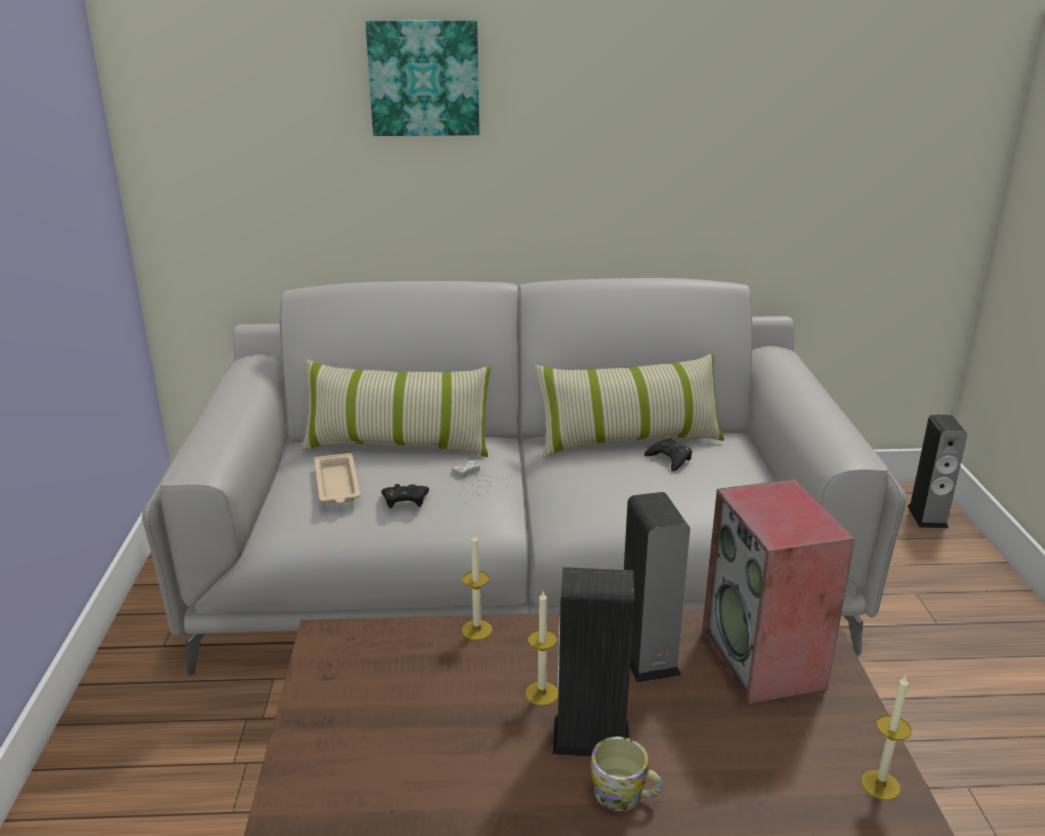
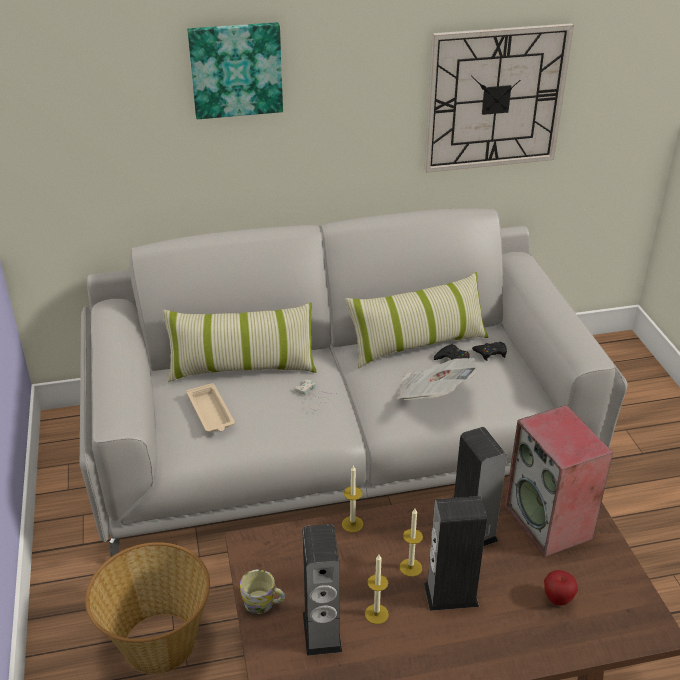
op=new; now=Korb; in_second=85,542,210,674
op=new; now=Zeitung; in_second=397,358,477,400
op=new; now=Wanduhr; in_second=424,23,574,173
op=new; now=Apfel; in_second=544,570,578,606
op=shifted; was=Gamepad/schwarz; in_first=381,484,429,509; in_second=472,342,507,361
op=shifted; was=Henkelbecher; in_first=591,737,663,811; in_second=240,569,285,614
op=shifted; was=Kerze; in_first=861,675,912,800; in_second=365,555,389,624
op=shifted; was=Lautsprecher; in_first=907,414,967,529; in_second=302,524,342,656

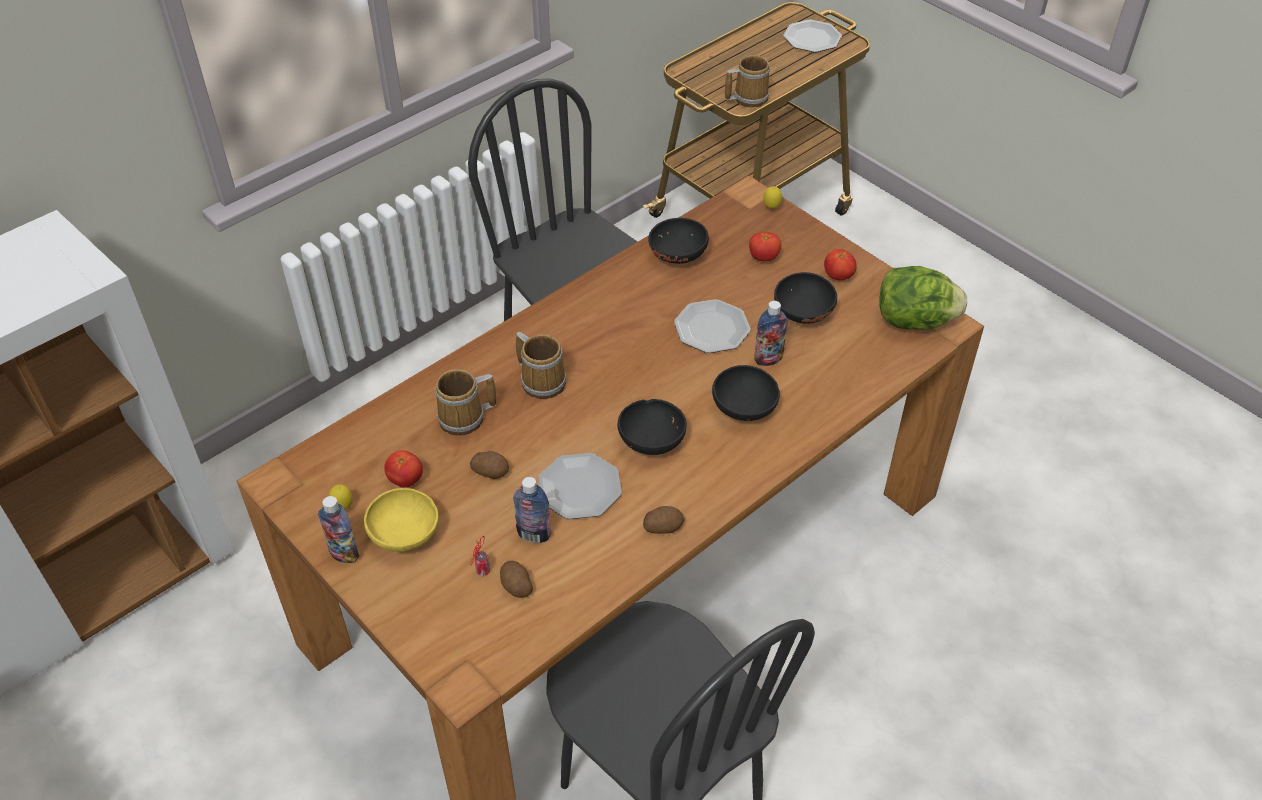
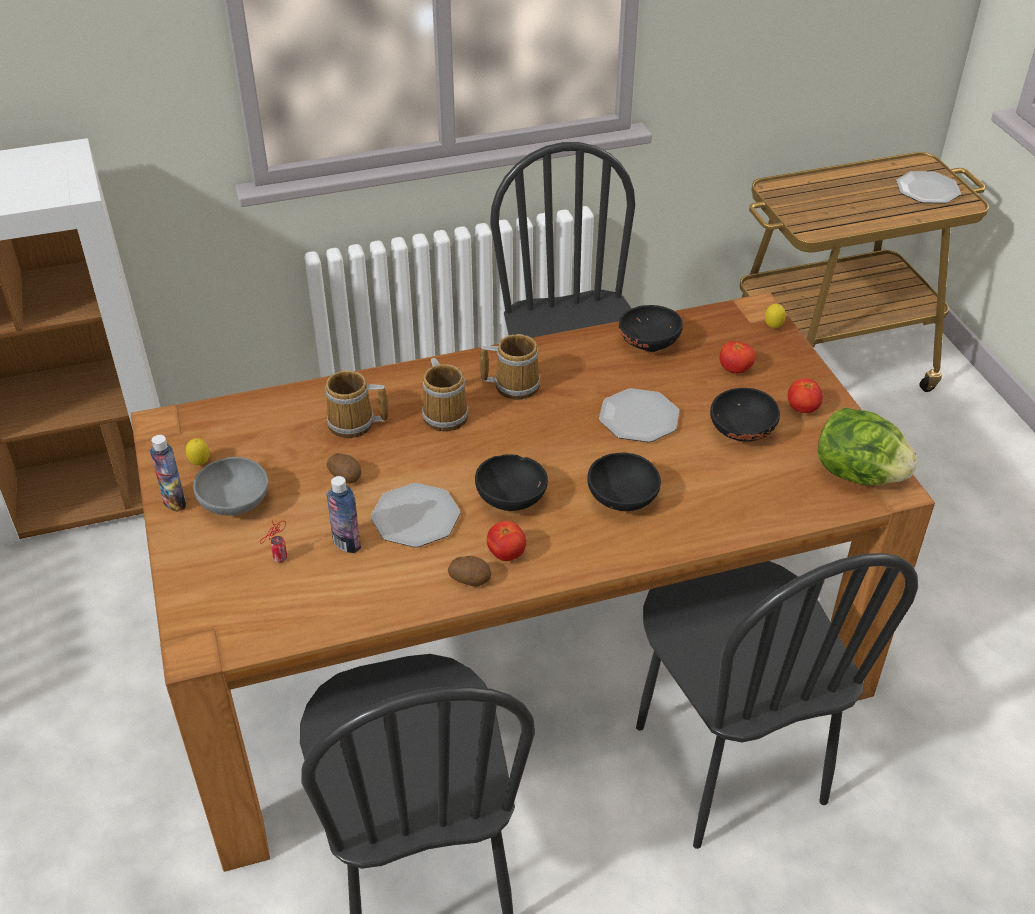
op=gone; was=Kartoffel; in_first=500,561,533,598
op=gone; was=Flasche; in_first=754,301,788,366
op=new; now=Stuhl/schwarz; in_second=636,553,918,849
op=shifted; was=Tomate; in_first=384,450,423,487; in_second=487,521,526,561
op=shifted; was=Henkelbecher; in_first=725,55,770,107; in_second=480,334,540,400
op=repainted; was=Schüssel/gelb; now=Schüssel/grau; in_first=364,488,439,552; in_second=193,457,268,516

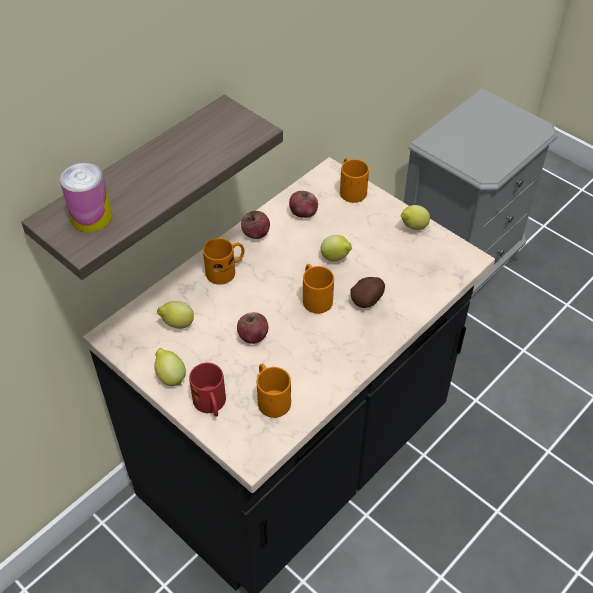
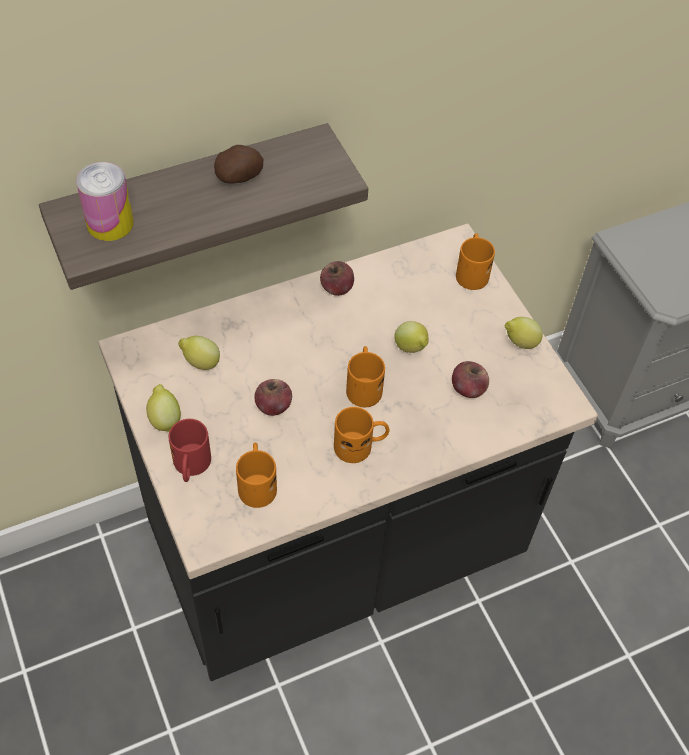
op=shifted; was=Henkelbecher/orange; in_first=203,238,245,285; in_second=334,407,389,463
op=shifted; was=Apfel; in_first=289,191,318,218; in_second=452,361,489,398
op=shifted; was=Kartoffel; in_first=350,277,385,308; in_second=214,145,263,183

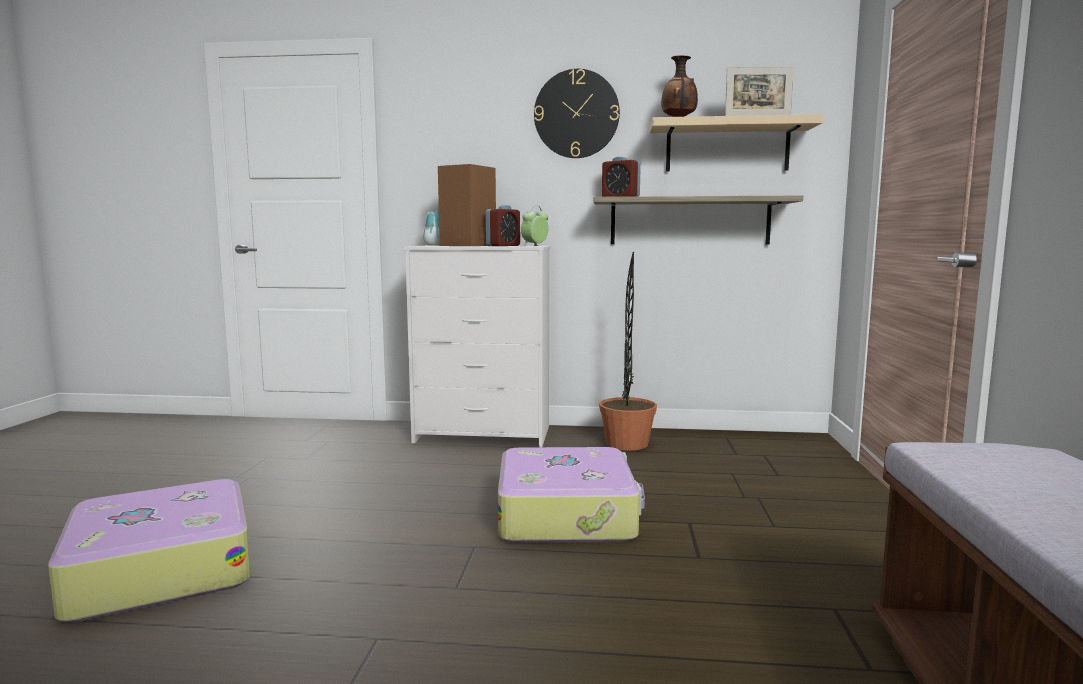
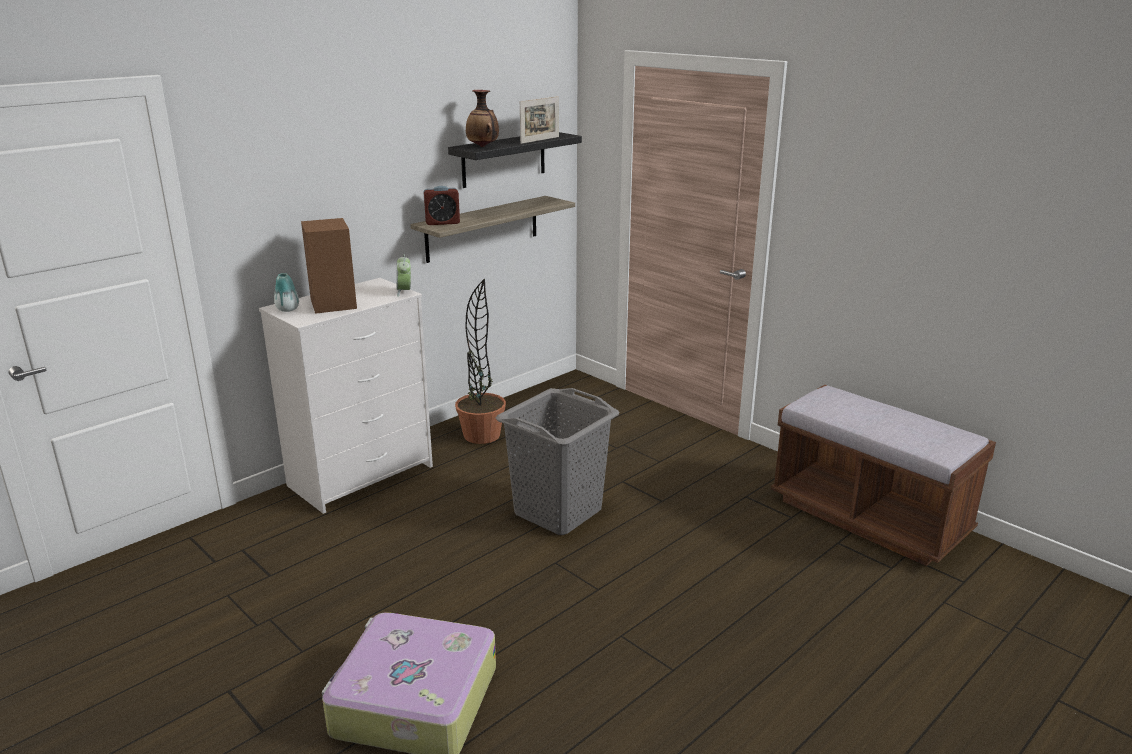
op=gone; was=Wecker; in_first=485,205,520,246
op=gone; was=Wanduhr; in_first=534,69,620,158
op=swapped; was=Koffer; now=Wäschekorb/grau; in_first=498,447,645,543; in_second=496,388,619,535
op=repainted; was=Wandregal/beige; now=Wandregal/schwarz; in_first=650,114,823,172; in_second=448,132,582,188

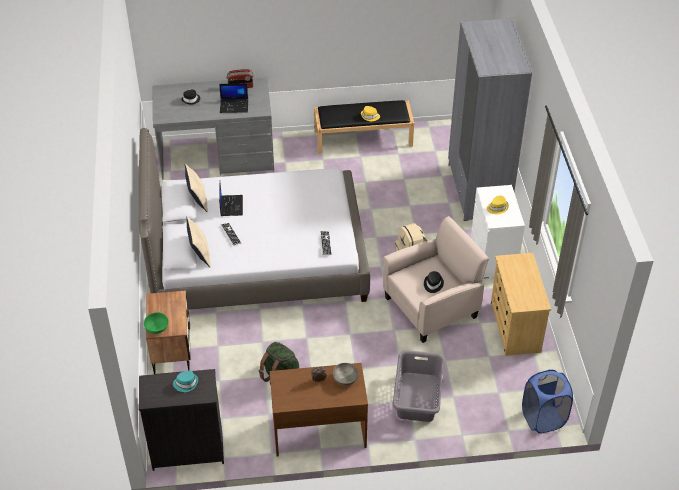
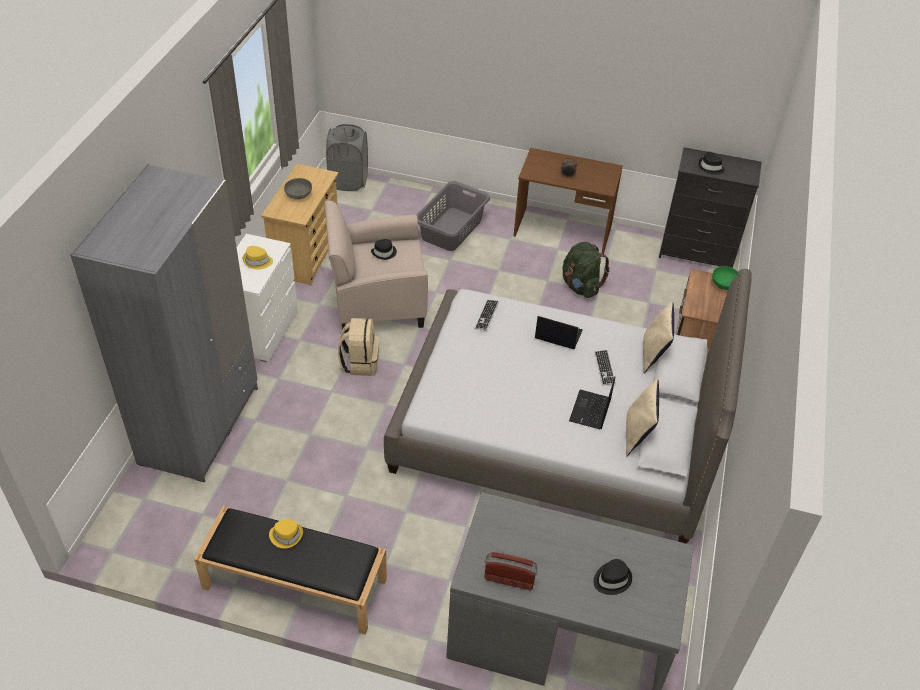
op=shifted; was=Laptop; in_first=219,83,248,113; in_second=535,316,583,349
op=shifted; was=Schüssel/grau; in_first=333,363,359,386; in_second=284,178,312,199
op=repainted; was=Hut/türkis; now=Hut/schwarz; in_first=173,370,198,392; in_second=699,152,725,175
op=repainted; was=Wäschekorb/blau; now=Wäschekorb/grau; in_first=522,370,573,433; in_second=326,124,368,191

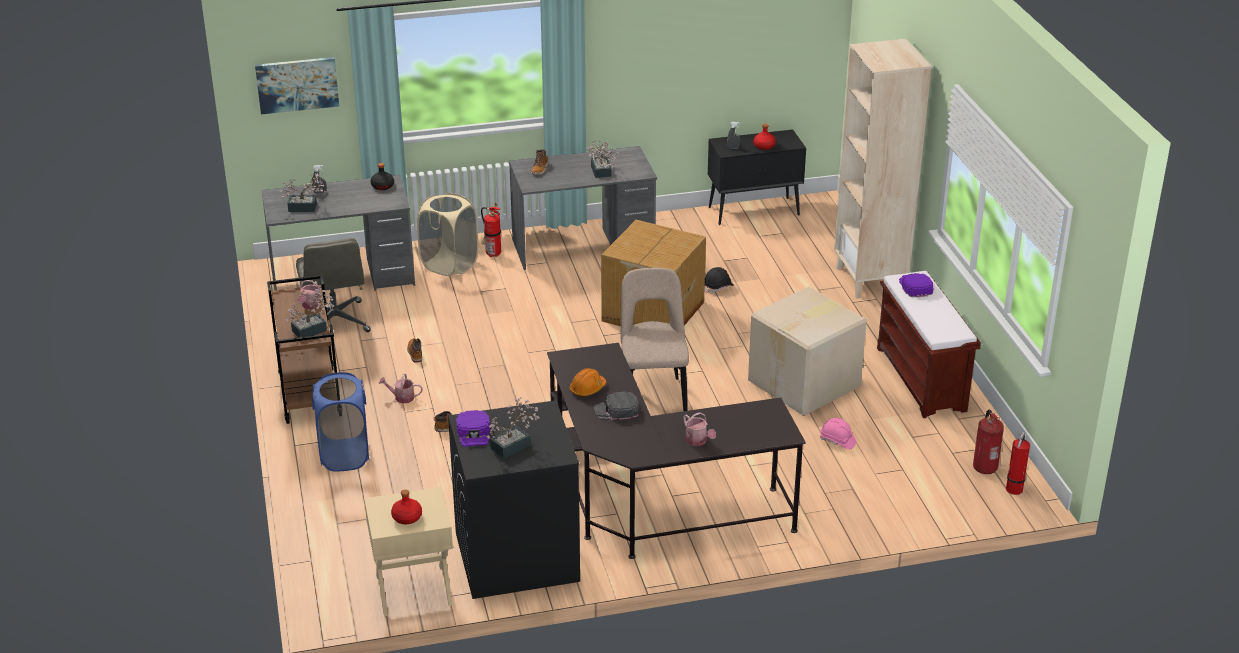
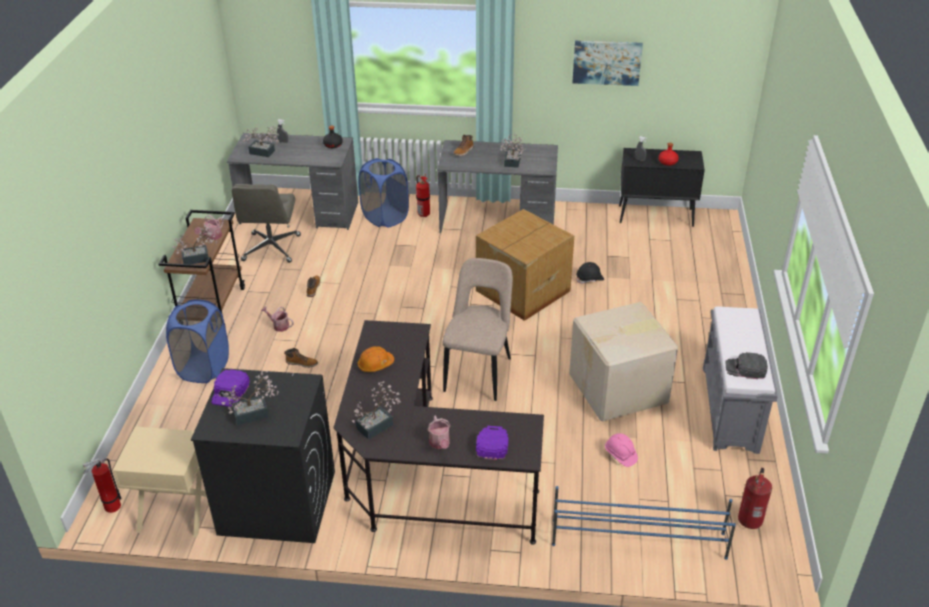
op=gone; was=Flasche/rot; in_first=391,490,422,524
op=gone; was=Bücherregal/beige; in_first=834,39,932,299
op=new; now=Topfpflanze; in_second=352,381,401,440
op=new; now=Schuhregal/blau; in_second=552,486,736,560
op=shifted; was=Bild; in_first=255,57,339,114; in_second=572,41,643,86
op=shifted; was=Kappe/schwarz; in_first=593,392,639,420; in_second=725,352,768,379
op=shifted; was=Kappe/lila; in_first=899,273,934,297; in_second=476,426,509,460
op=shifted; was=Feuerlöscher; in_first=1006,432,1030,495; in_second=83,458,121,513
op=repainted; was=Wäschekorb/beige; now=Wäschekorb/blau; in_first=417,193,478,276; in_second=358,158,409,227
op=repainted; was=Bank/braun; now=Bank/grau; in_first=877,271,981,418; in_second=703,306,778,454

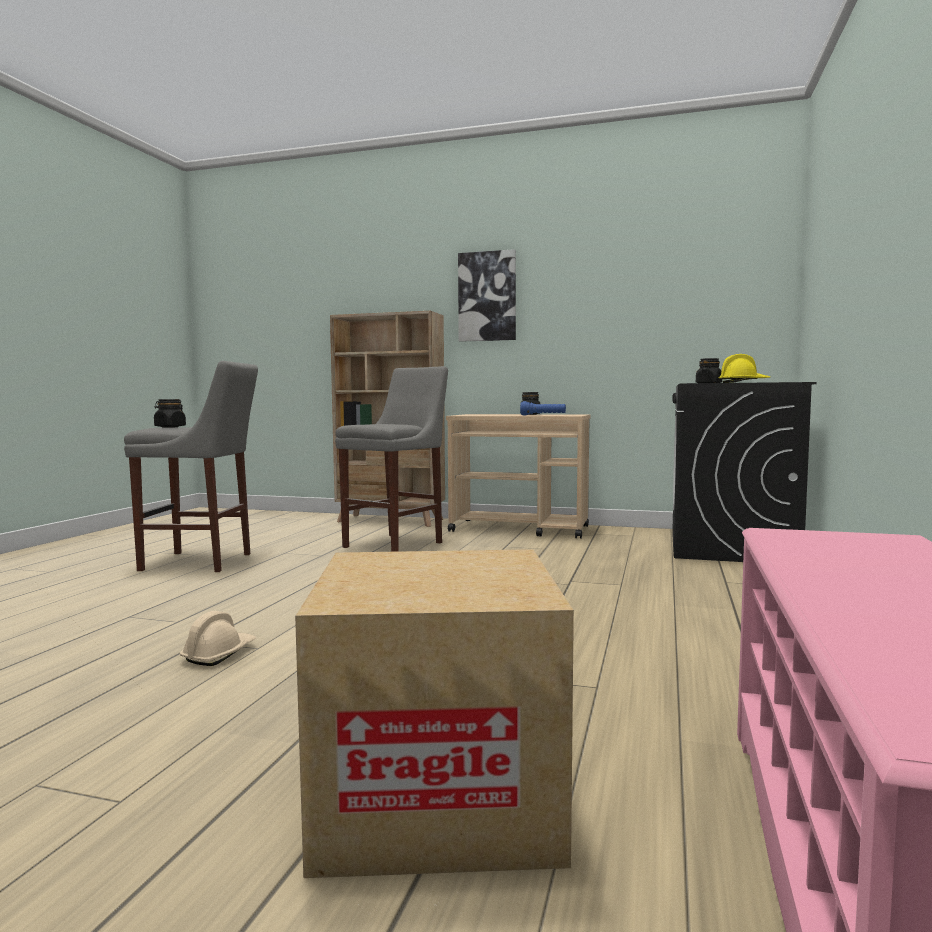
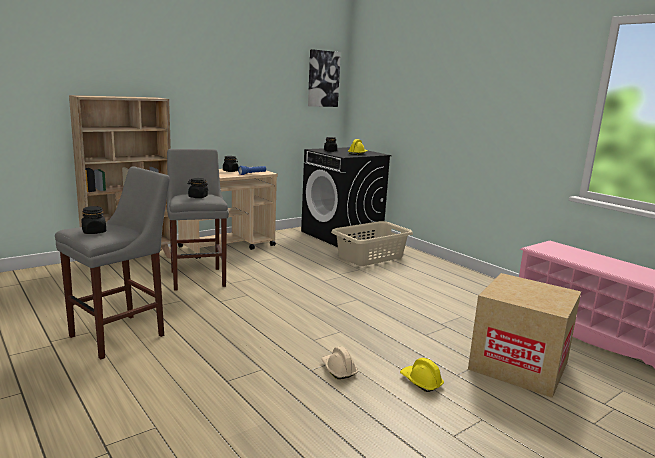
op=new; now=Vorratsglas/schwarz; in_second=187,178,208,198
op=new; now=Wäschekorb/beige; in_second=331,221,413,266
op=new; now=Schutzhelm/gelb; in_second=400,358,444,392
op=shifted; was=Bild; in_first=458,249,516,342; in_second=308,49,341,107

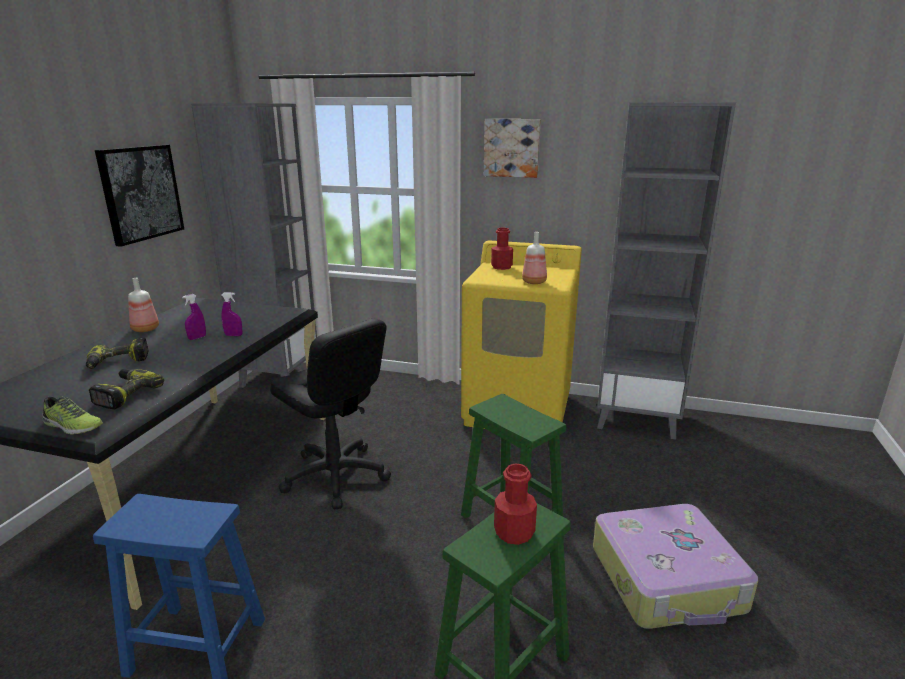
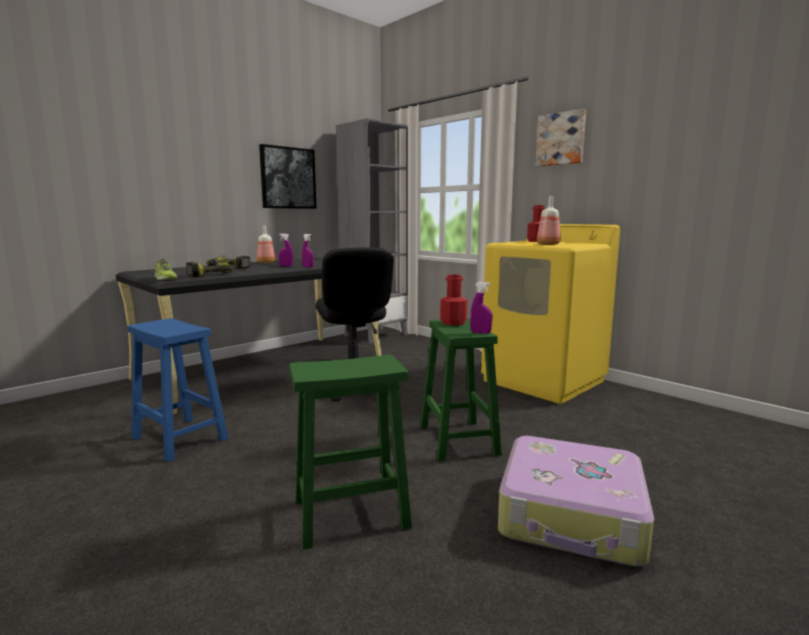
op=gone; was=Bücherregal/grau; in_first=597,102,736,440
op=new; now=Sprühflasche/lila; in_second=470,282,492,334
op=shifted; was=Flasche/rot; in_first=494,464,537,545; in_second=440,274,467,325

